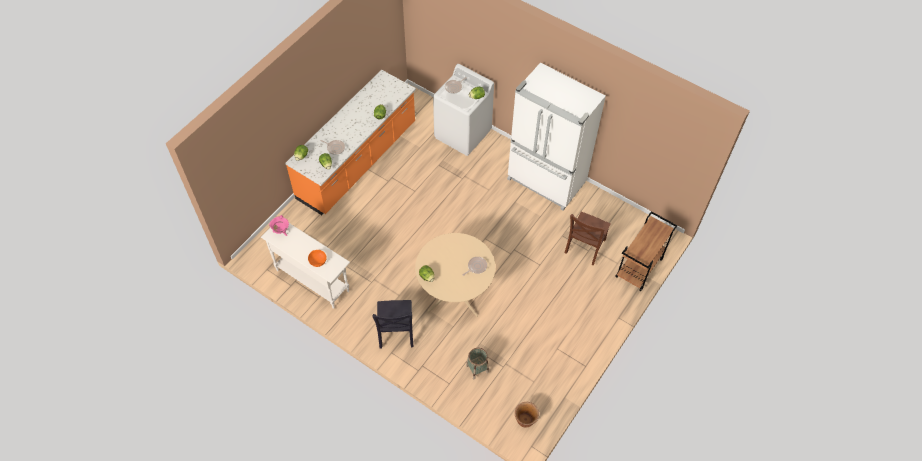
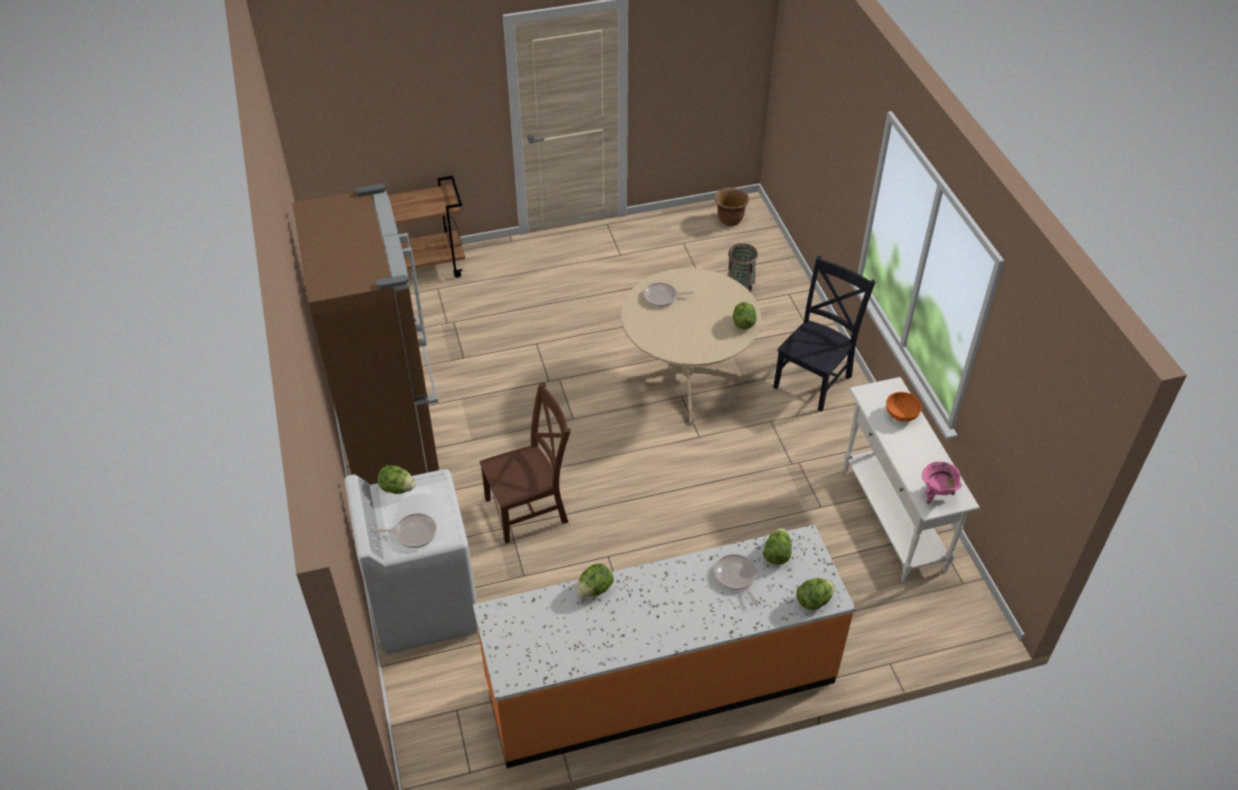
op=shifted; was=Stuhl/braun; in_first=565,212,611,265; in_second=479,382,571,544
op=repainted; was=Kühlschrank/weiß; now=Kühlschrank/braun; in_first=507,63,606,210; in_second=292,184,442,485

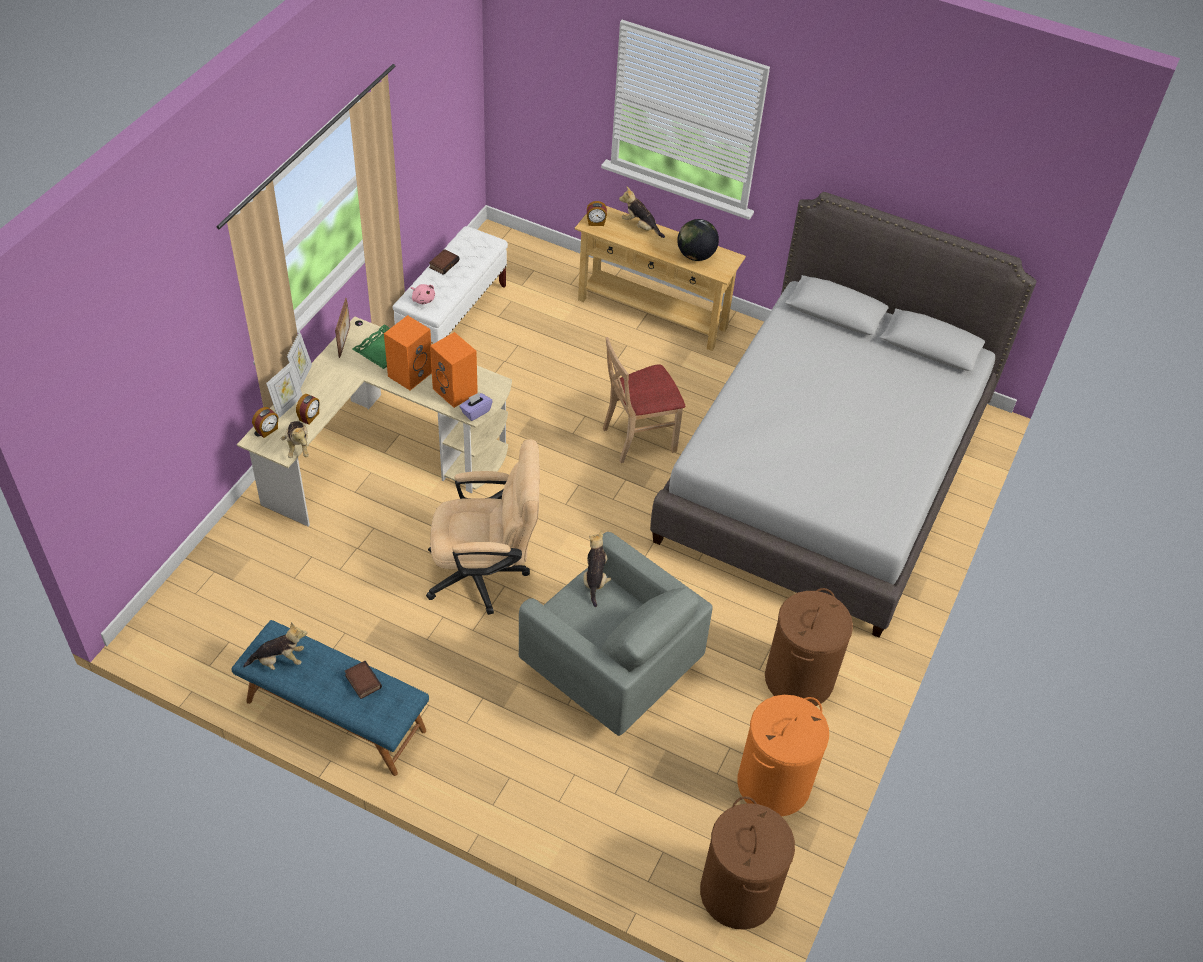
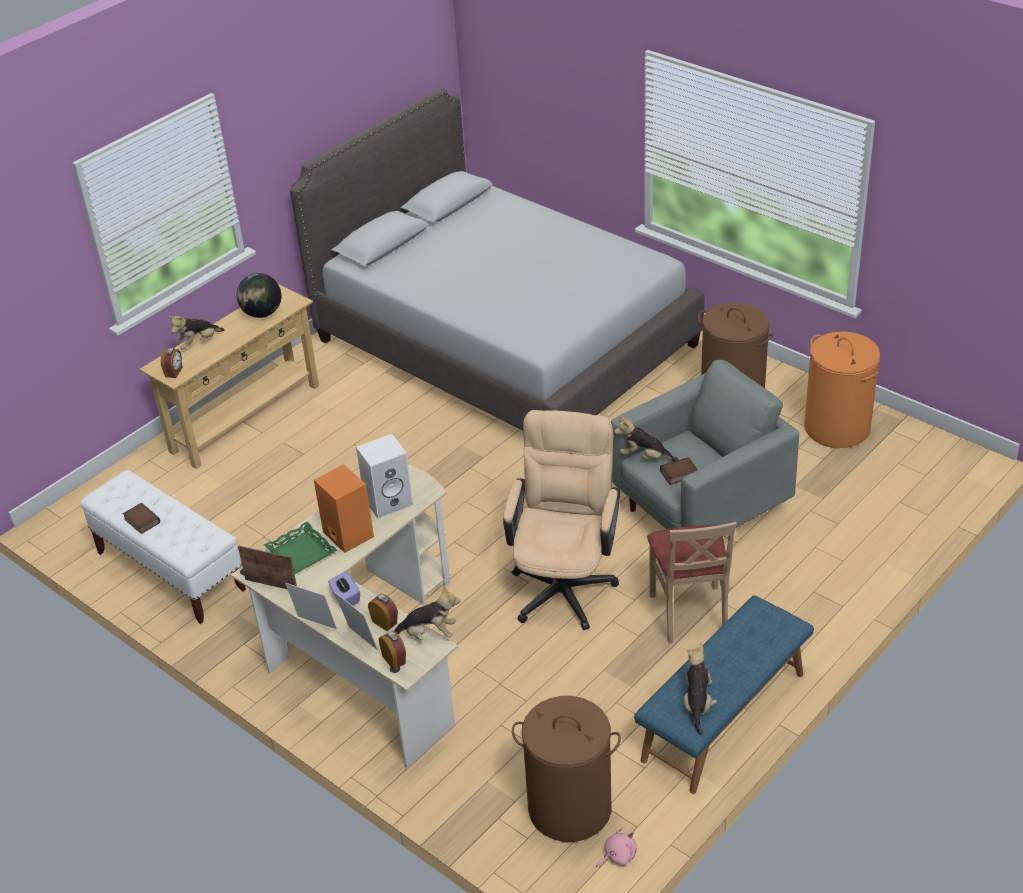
op=shifted; was=Buch; in_first=344,661,382,699; in_second=660,457,698,485
op=shifted; was=Plüschtier/rosa; in_first=410,284,435,304; in_second=596,827,637,867
op=shifted; was=Taschentuchbox/lila; in_first=459,393,493,421; in_second=328,571,360,605
op=shifted; was=Stuhl/beige; in_first=603,337,685,463; in_second=647,522,737,644
op=shifted; was=Wäschekorb/braun; in_first=700,796,795,930; in_second=512,696,621,842
op=repainted; was=Lautsprecher/orange; now=Lautsprecher/weiß; in_first=430,332,478,408; in_second=356,434,413,519

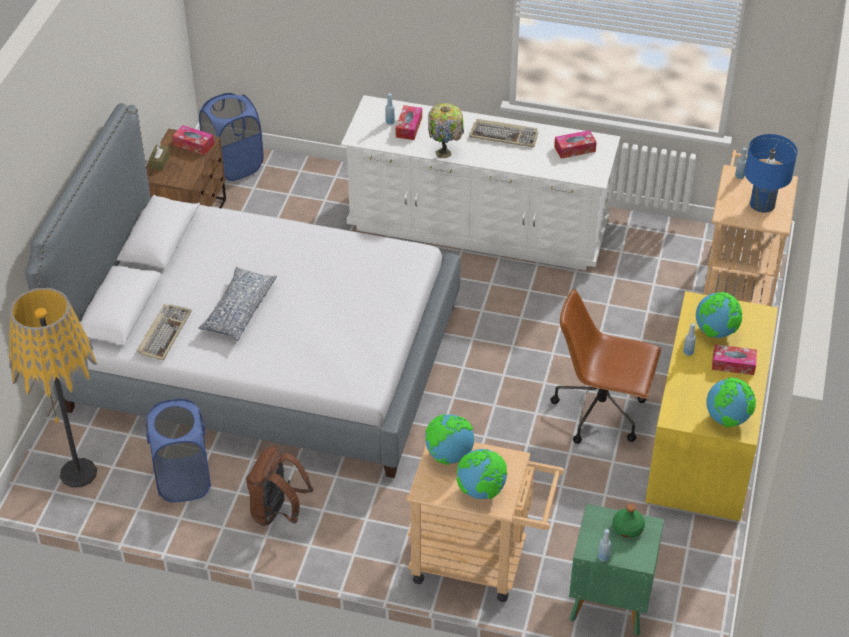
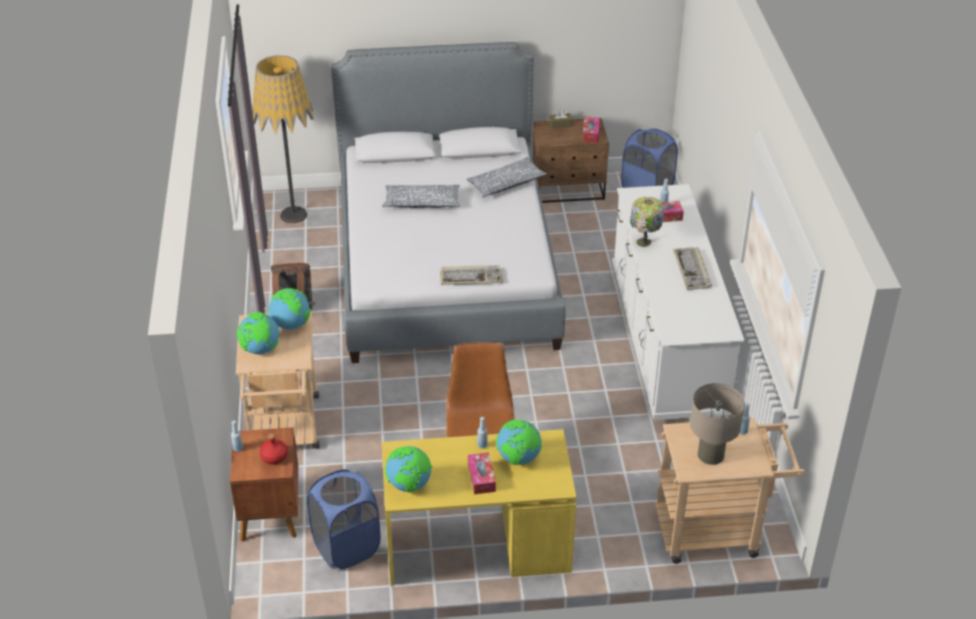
op=gone; was=Taschentuchbox; in_first=554,130,597,159
op=new; now=Kissen; in_second=466,157,547,197
op=shifted; was=Tastatur; in_first=137,304,192,361; in_second=440,265,503,285
op=shifted; was=Wäschekorb/blau; in_first=146,399,211,503; in_second=307,469,381,569
op=repainted; was=Nachttisch/grün; now=Nachttisch/braun; in_first=569,504,664,636; in_second=230,427,298,542
op=repainted; was=Flasche/grün; now=Flasche/rot; in_first=612,504,645,538; in_second=259,433,288,464
op=repainted; was=Tischlampe/blau; now=Tischlampe/beige; in_first=744,134,798,213; in_second=690,383,745,465

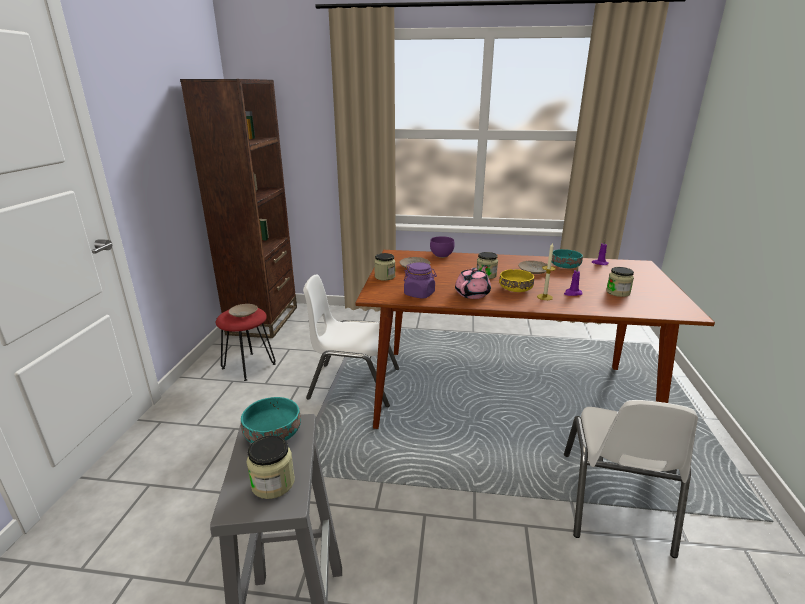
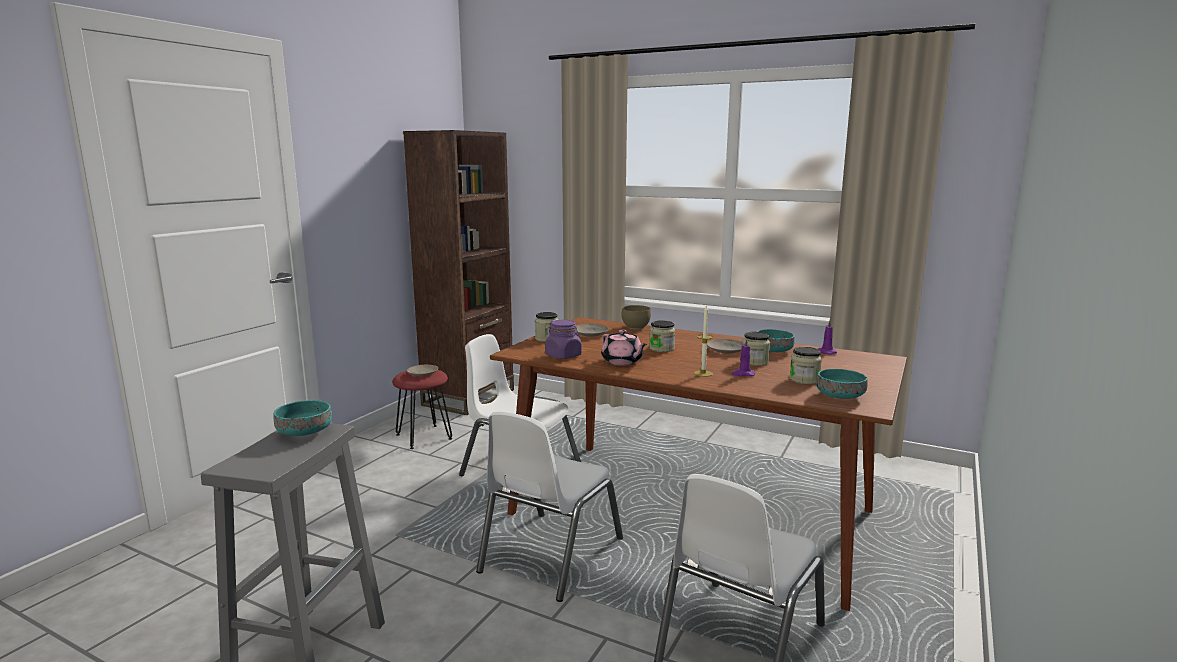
op=gone; was=Schüssel/gelb; in_first=499,269,534,292
op=new; now=Stuhl/weiß; in_second=476,411,623,602
op=new; now=Schüssel/türkis; in_second=816,369,868,399
op=shifted; was=Vorratsglas; in_first=247,435,295,499; in_second=743,332,770,366
op=repainted; was=Schüssel/lila; now=Schüssel/braun; in_first=430,236,455,258; in_second=621,305,651,329
op=rotated; was=Teekanne/rosa; in_first=455,265,491,299; in_second=601,330,647,366; clockwise=90

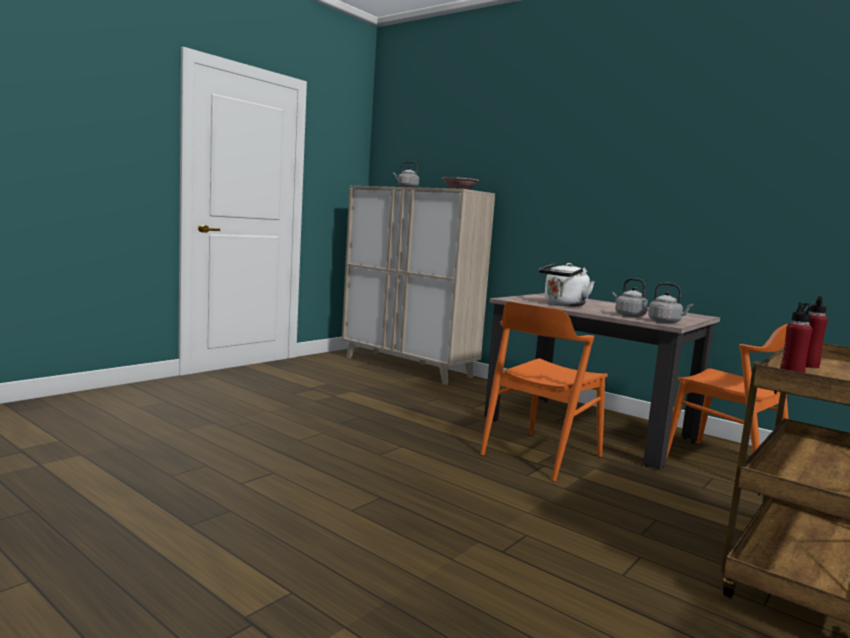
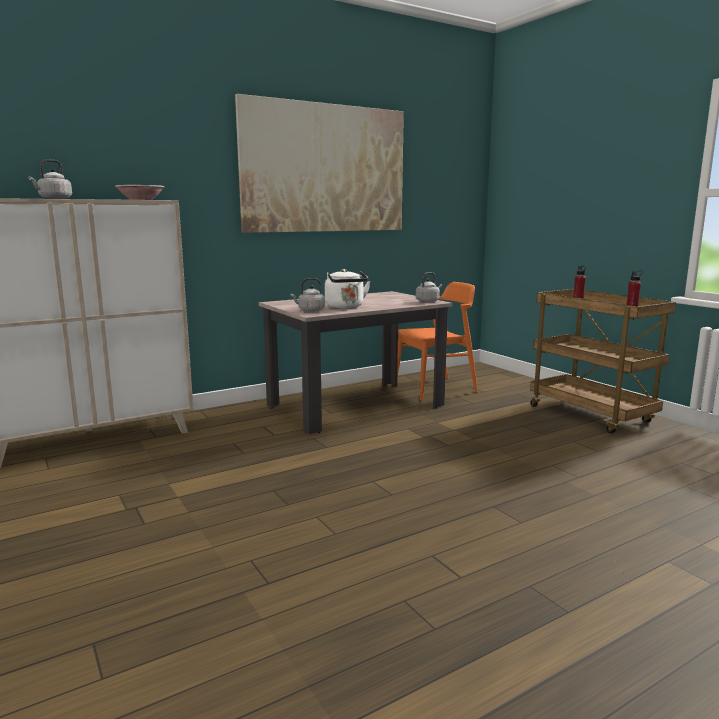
op=gone; was=Stuhl/orange; in_first=480,302,608,481
op=new; now=Bild; in_second=235,94,404,233
op=shifted; was=Wasserkessel/grau; in_first=612,278,648,317; in_second=291,278,325,312

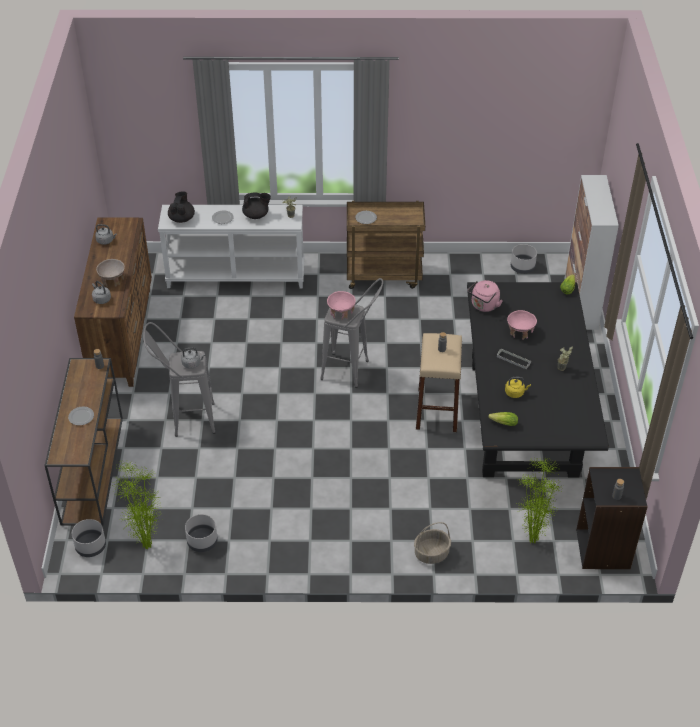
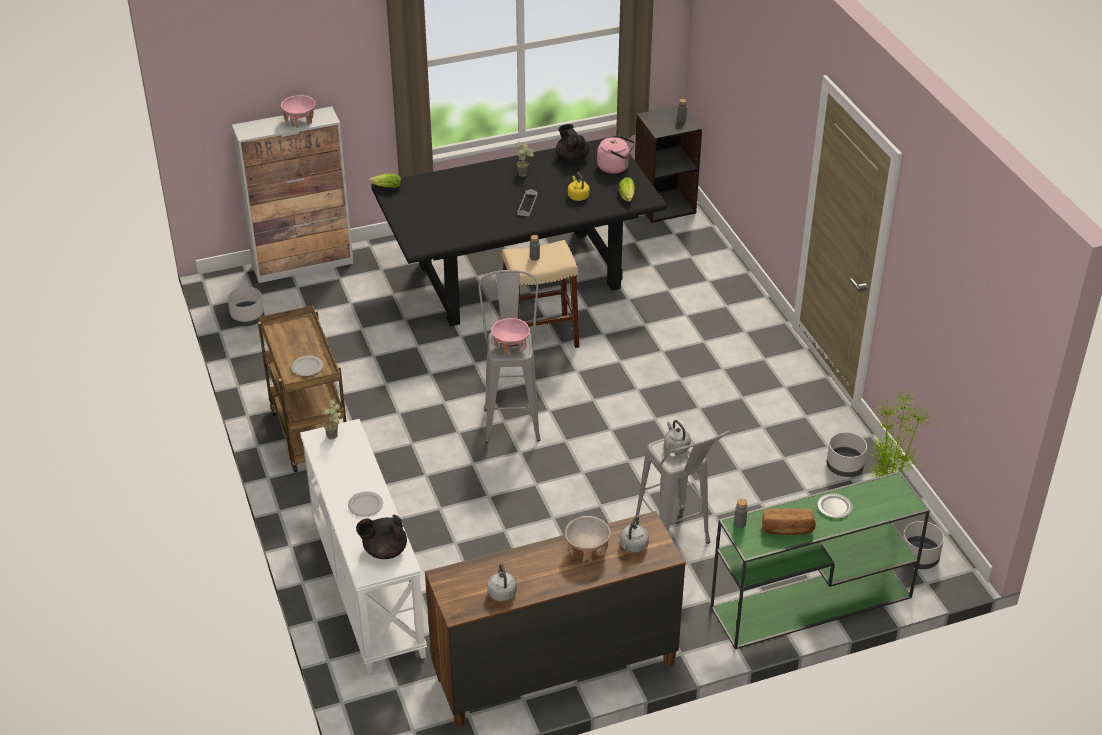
op=gone; was=Korb; in_first=414,522,451,564
op=gone; was=Topfpflanze; in_first=517,457,561,543
op=new; now=Brot; in_second=762,508,816,535
op=shifted; was=Teekanne/schwarz; in_first=242,192,271,219; in_second=556,124,590,162
op=shifted; was=Wasserkessel/rosa; in_first=468,280,503,312; in_second=597,135,635,174
op=shifted; was=Schüssel/rosa; in_first=507,310,537,340; in_second=281,95,316,128
op=repainted; was=Konsolentisch/braun; now=Konsolentisch/grün; in_first=44,358,123,525; in_second=710,471,930,649

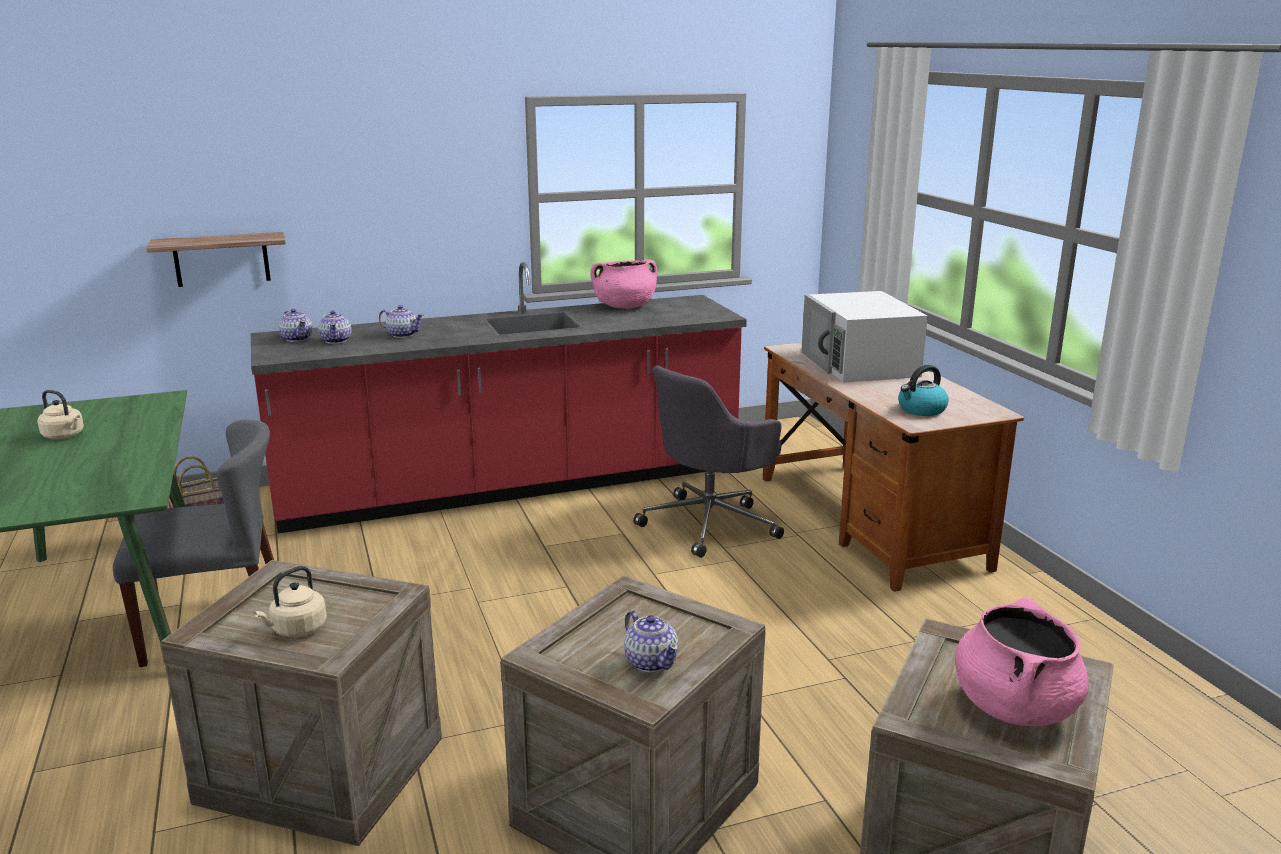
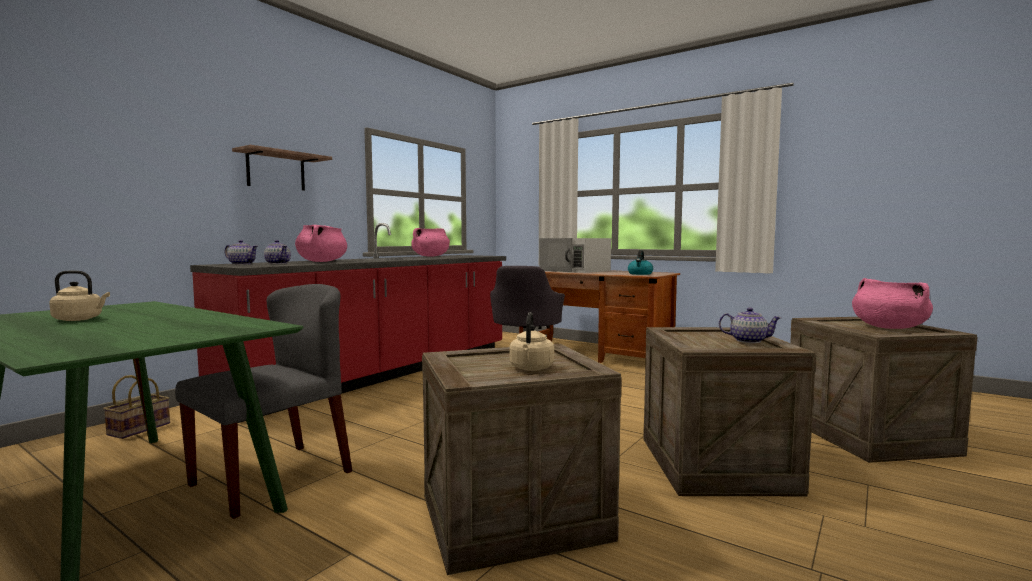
op=shifted; was=Wandregal; in_first=146,232,286,287; in_second=232,145,332,191
op=swapped; was=Teekanne; now=Kochtopf/rosa; in_first=379,305,424,338; in_second=295,225,347,262

